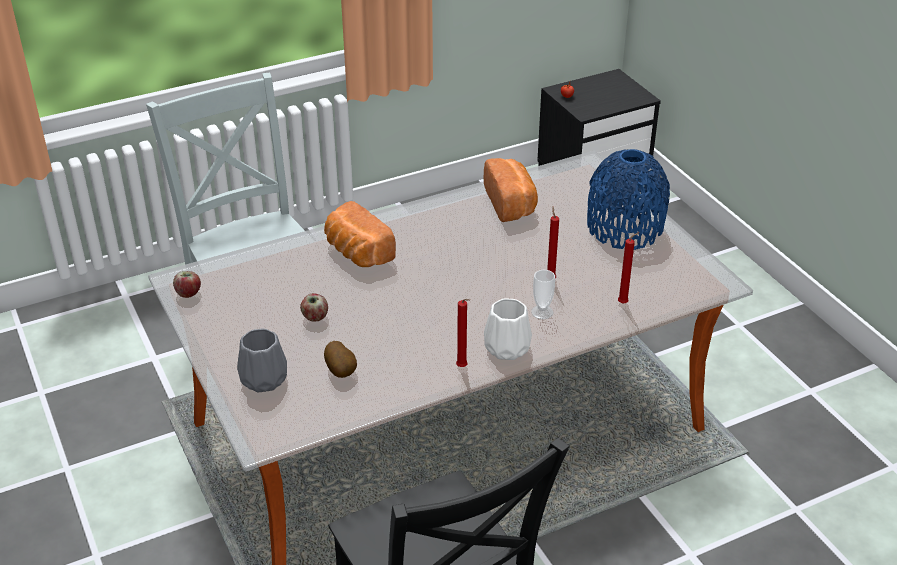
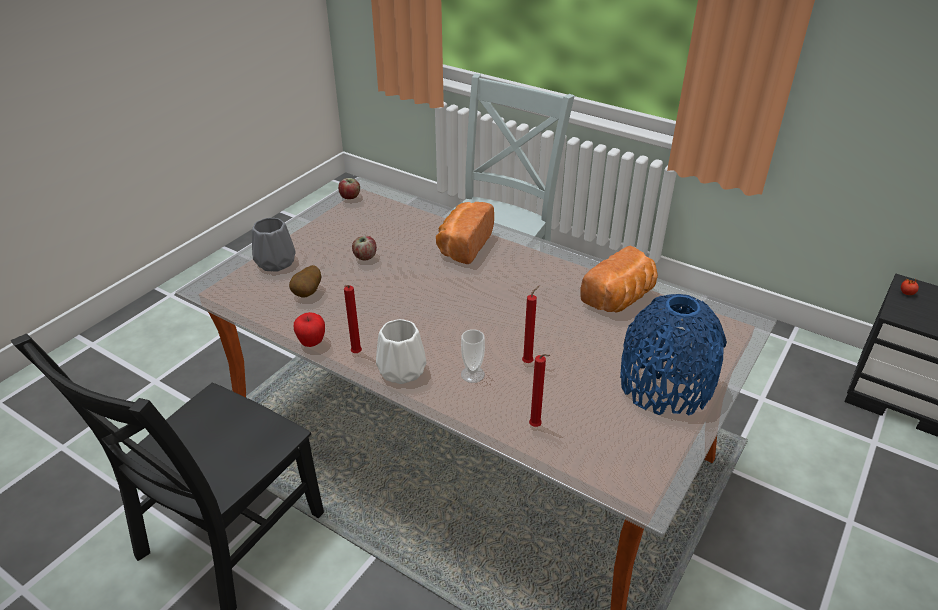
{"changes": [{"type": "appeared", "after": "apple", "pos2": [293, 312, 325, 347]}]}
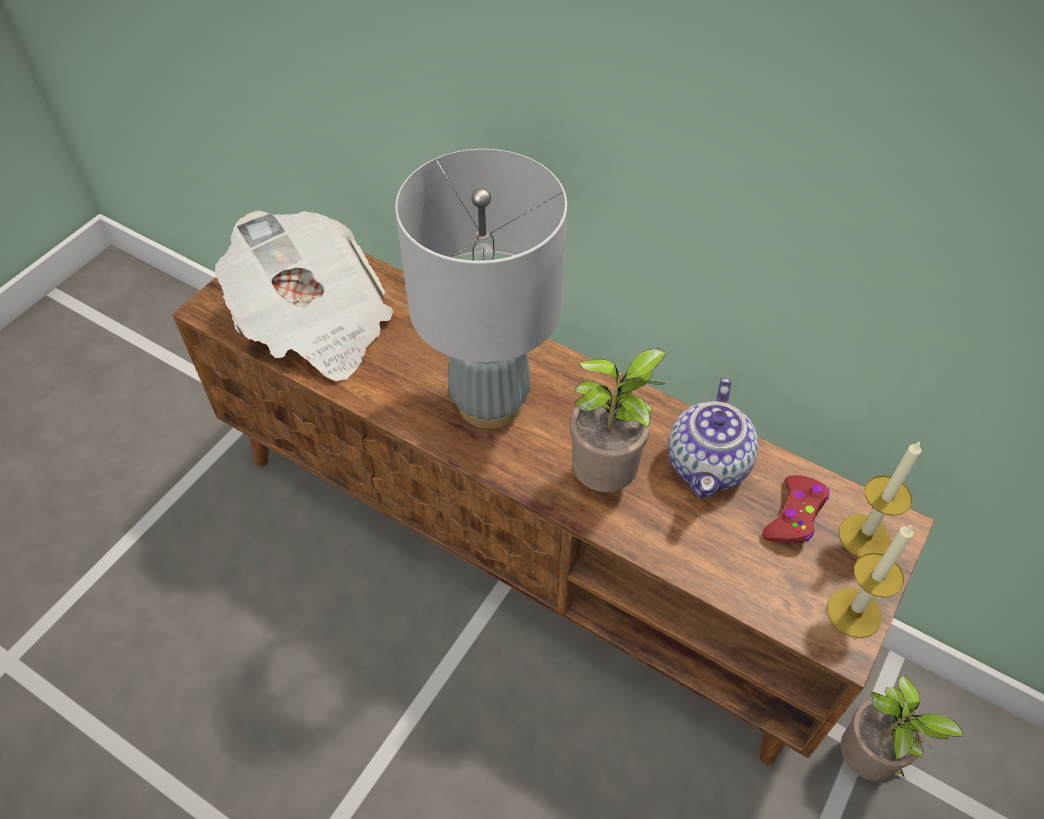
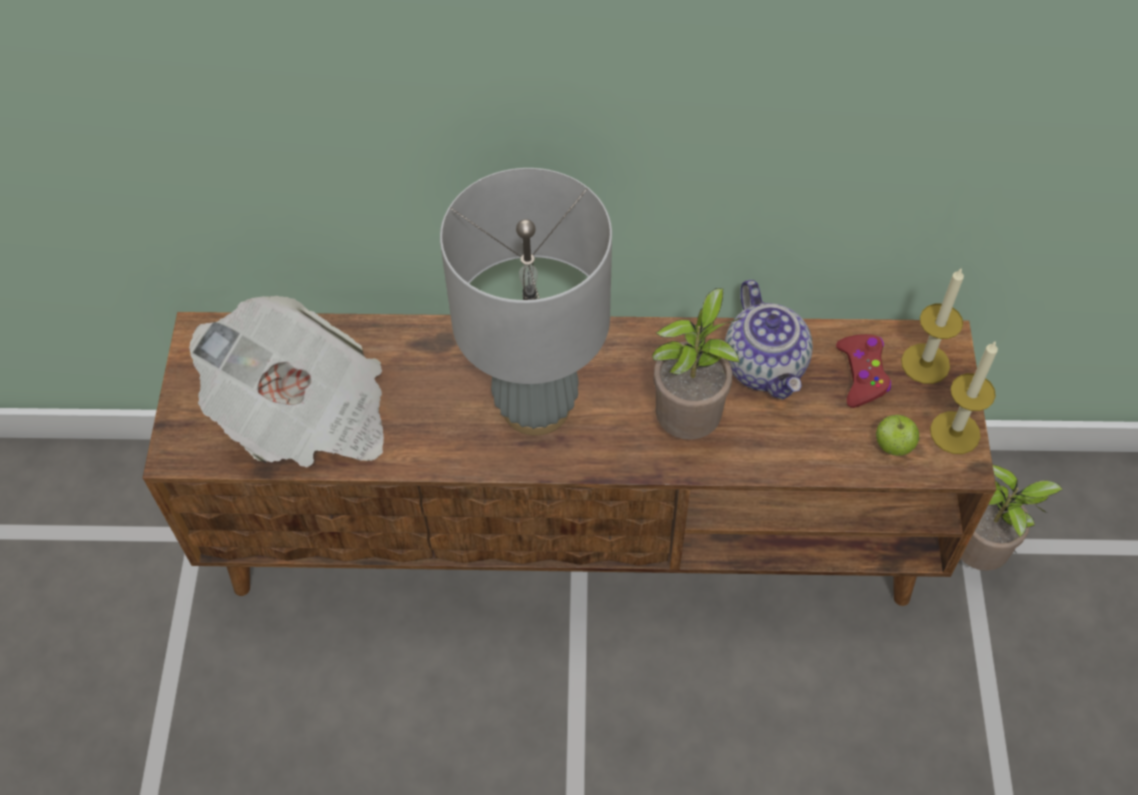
{"changes": [{"type": "appeared", "after": "apple", "pos2": [876, 415, 919, 456]}]}
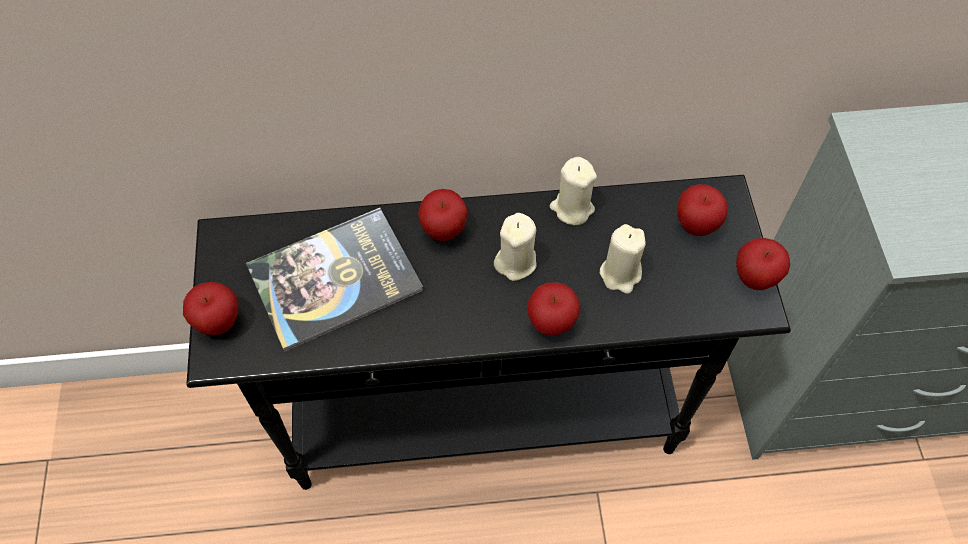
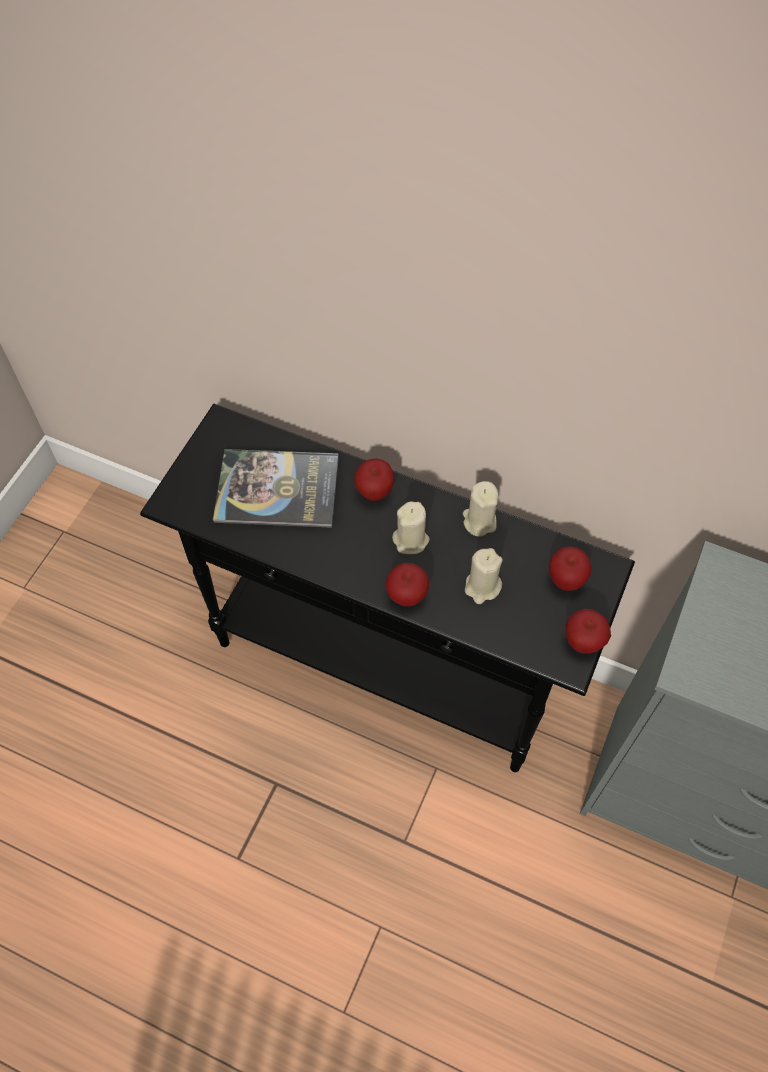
{"changes": [{"type": "missing", "before": "apple", "pos1": [183, 282, 238, 335]}]}
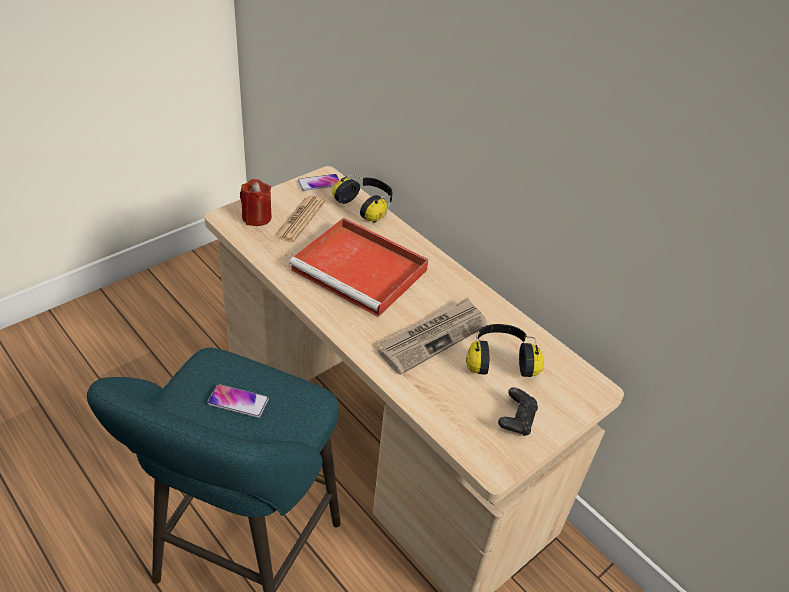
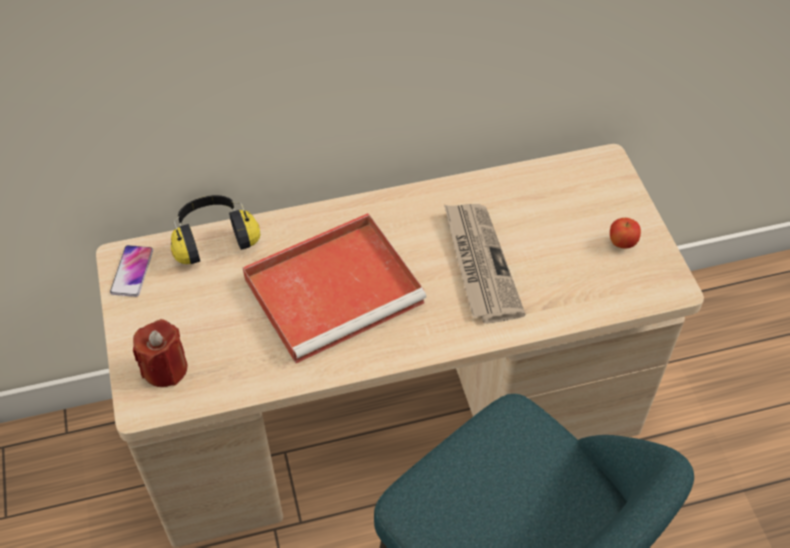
{"changes": [{"type": "missing", "before": "phone", "pos1": [207, 384, 269, 418]}, {"type": "missing", "before": "daily paper", "pos1": [274, 196, 325, 242]}, {"type": "missing", "before": "headphones", "pos1": [466, 324, 544, 377]}, {"type": "exchanged", "before": "black-coloured joypad", "after": "apple", "pos1": [498, 387, 538, 436], "pos2": [610, 218, 641, 249]}]}
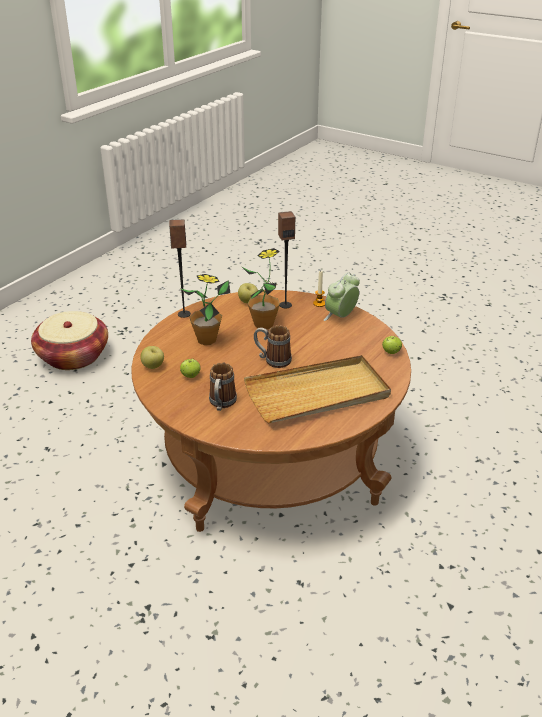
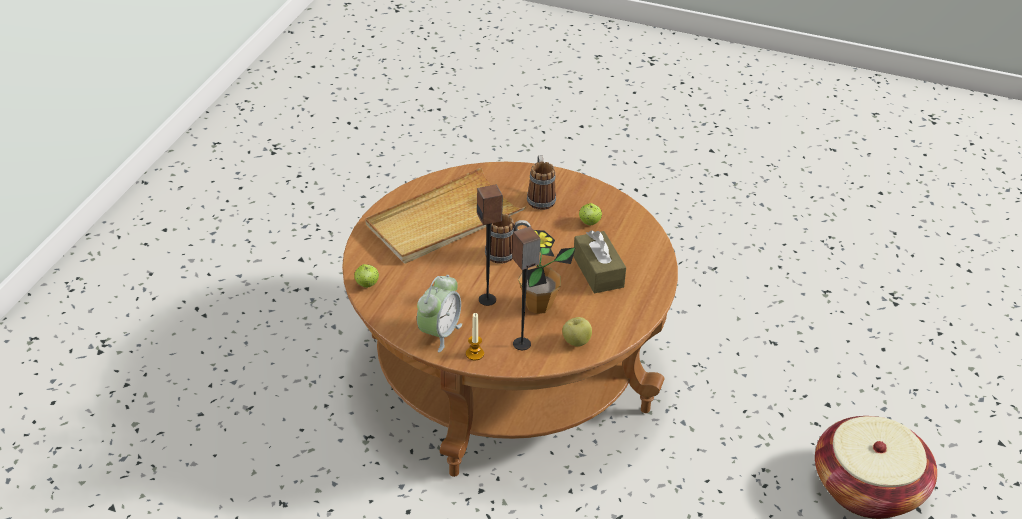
{"changes": [{"type": "missing", "before": "apple", "pos1": [140, 346, 164, 369]}, {"type": "relocated", "before": "speaker", "pos1": [169, 220, 191, 318], "pos2": [477, 184, 503, 306]}, {"type": "exchanged", "before": "potted plant", "after": "brown-coloured tissue box", "pos1": [181, 274, 230, 345], "pos2": [573, 230, 626, 293]}]}
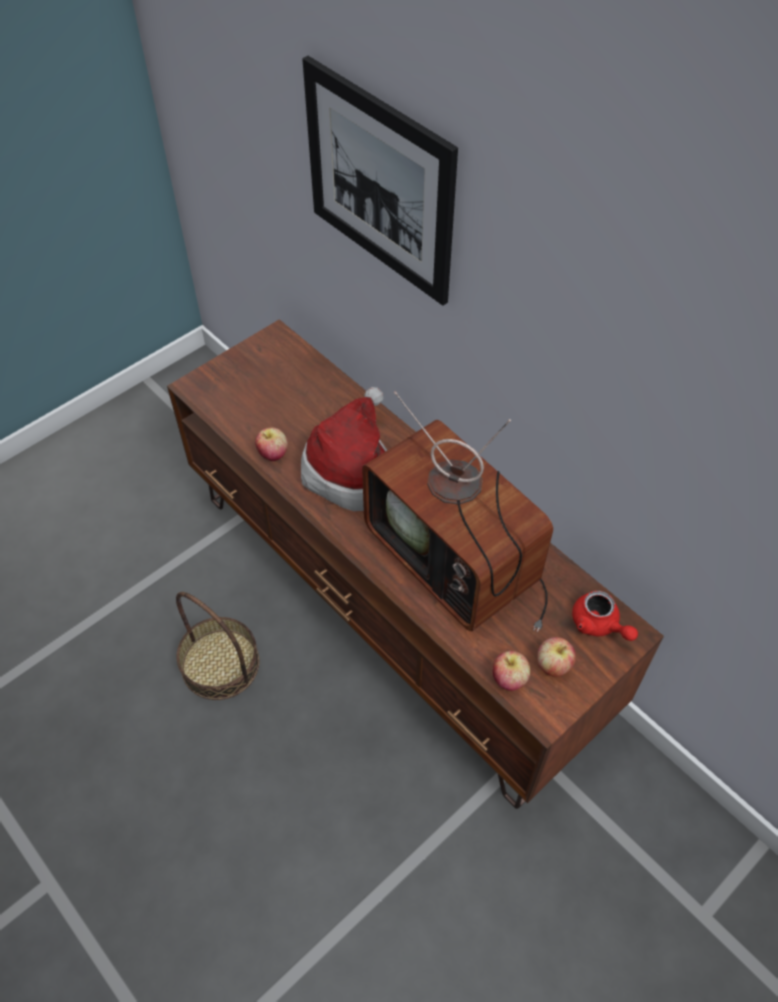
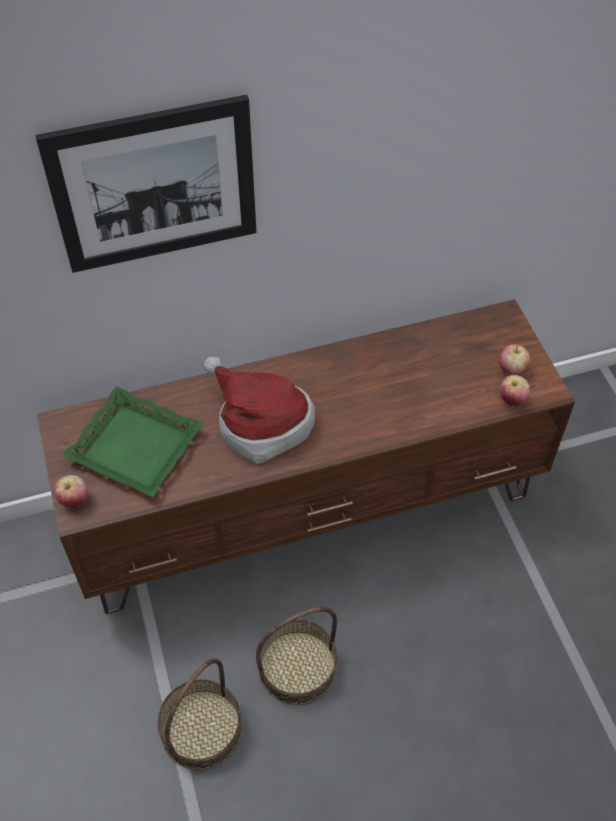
{"changes": [{"type": "relocated", "before": "apple", "pos1": [255, 427, 288, 461], "pos2": [54, 475, 88, 507]}, {"type": "missing", "before": "television", "pos1": [362, 391, 553, 632]}, {"type": "missing", "before": "reddish pot for tea", "pos1": [572, 591, 638, 641]}, {"type": "appeared", "after": "green-coloured carrying tray", "pos2": [62, 386, 204, 497]}, {"type": "appeared", "after": "household basket", "pos2": [158, 658, 242, 770]}]}
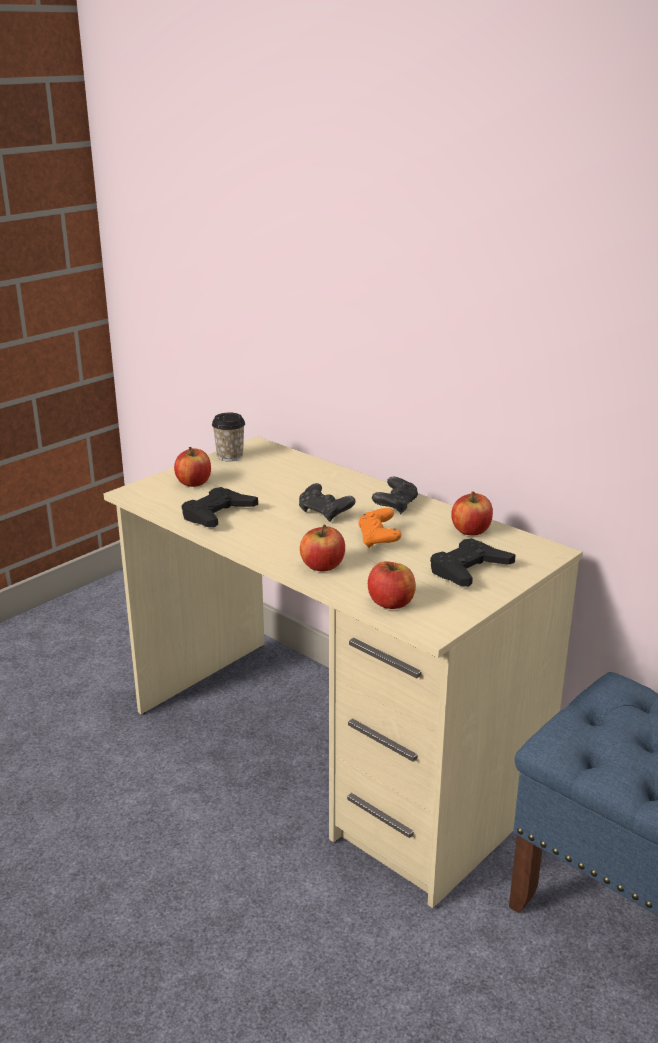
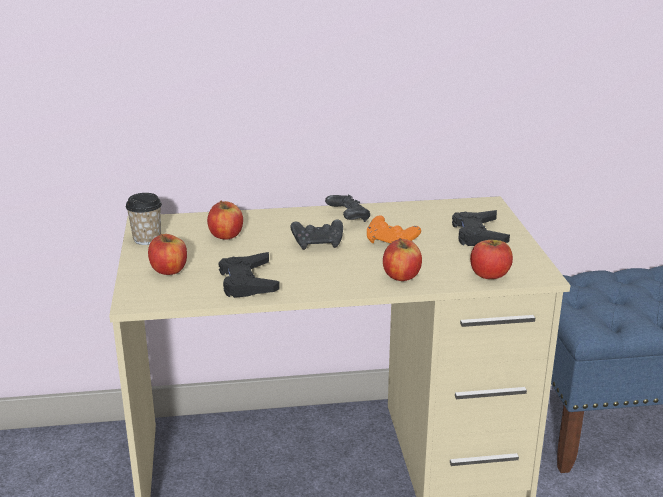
{"changes": [{"type": "relocated", "before": "apple", "pos1": [451, 491, 493, 535], "pos2": [207, 200, 243, 240]}]}
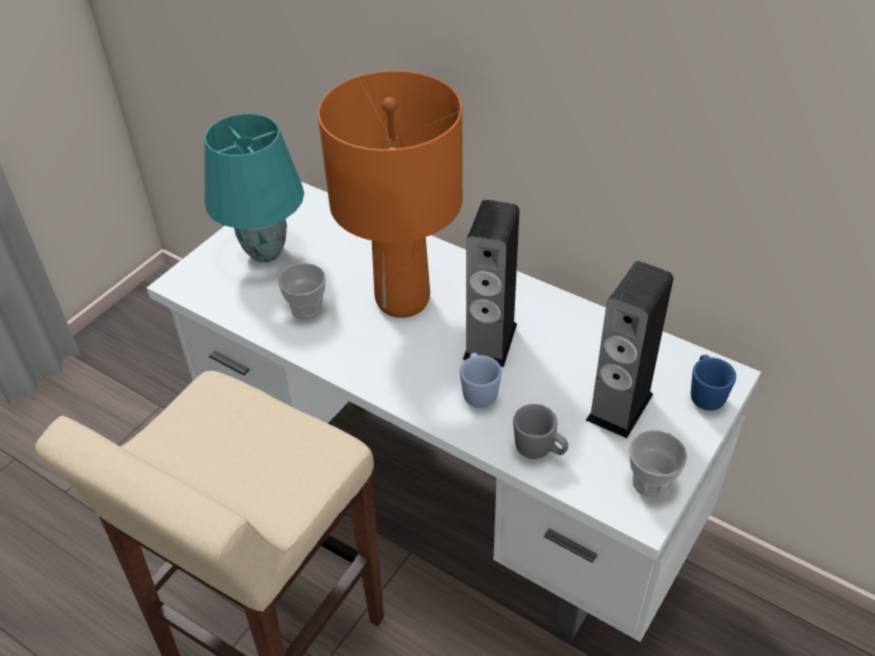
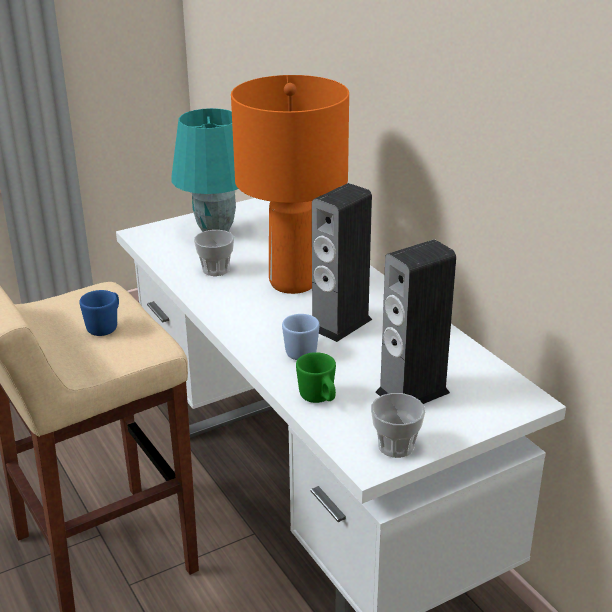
{"changes": [{"type": "colour", "before": "grey mug", "after": "green-coloured mug", "pos1": [513, 404, 568, 459], "pos2": [296, 352, 336, 403]}, {"type": "relocated", "before": "blue mug", "pos1": [691, 355, 736, 411], "pos2": [79, 290, 119, 336]}]}
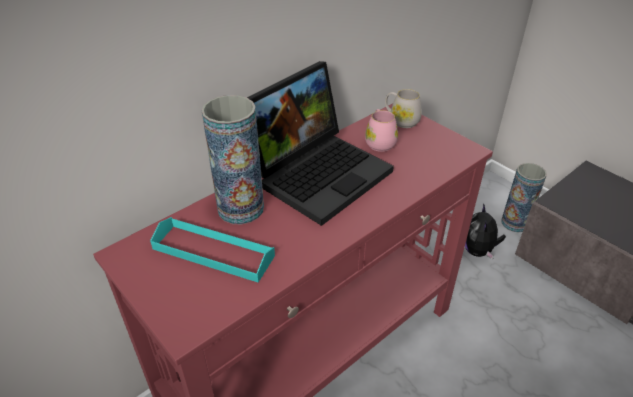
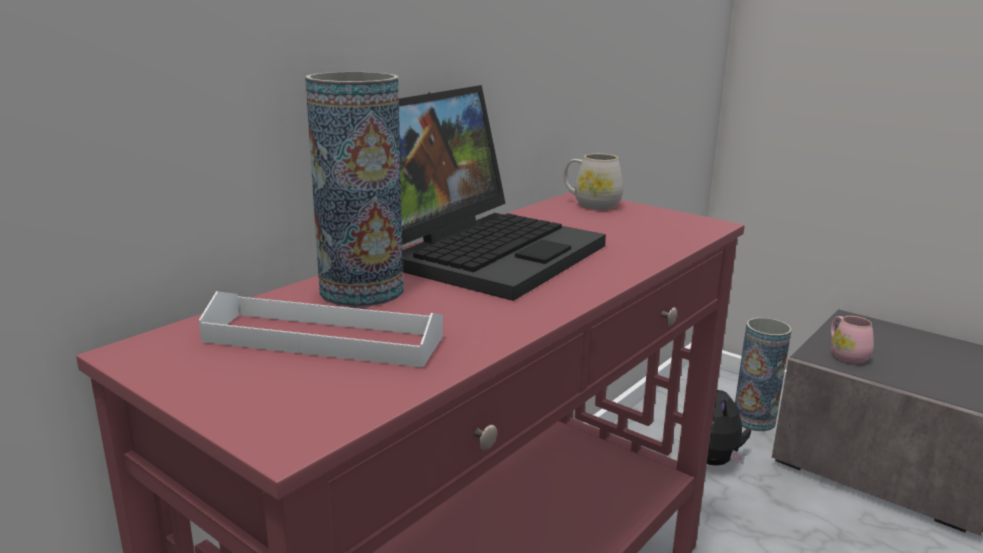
{"changes": [{"type": "colour", "before": "turquoise carrying tray", "after": "white-coloured carrying tray", "pos1": [150, 217, 275, 283], "pos2": [199, 291, 443, 368]}, {"type": "relocated", "before": "pink-coloured mug", "pos1": [365, 109, 398, 152], "pos2": [831, 316, 874, 364]}]}
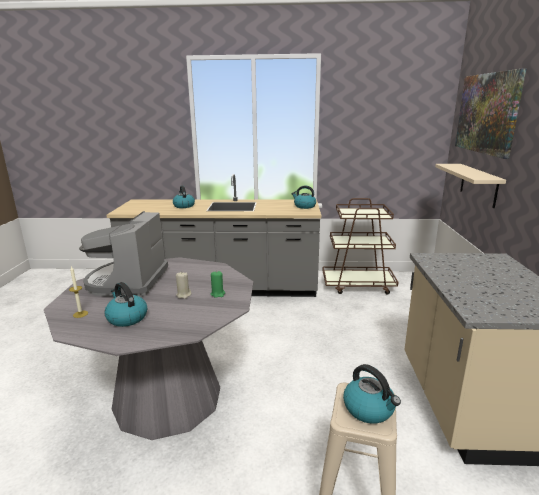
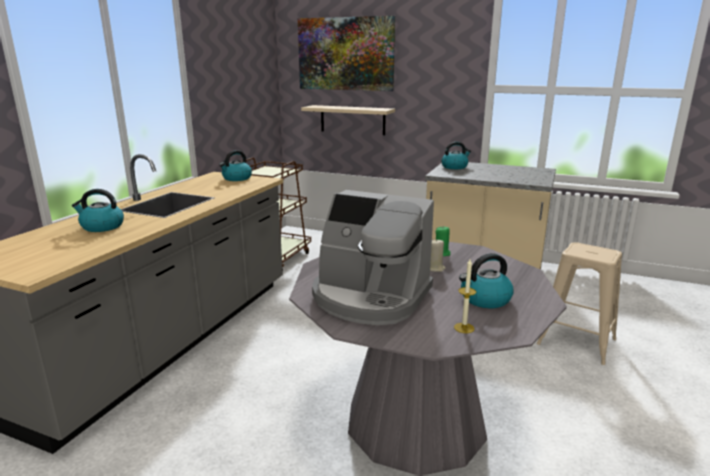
{"changes": [{"type": "relocated", "before": "tea kettle", "pos1": [343, 364, 401, 424], "pos2": [441, 142, 471, 169]}]}
